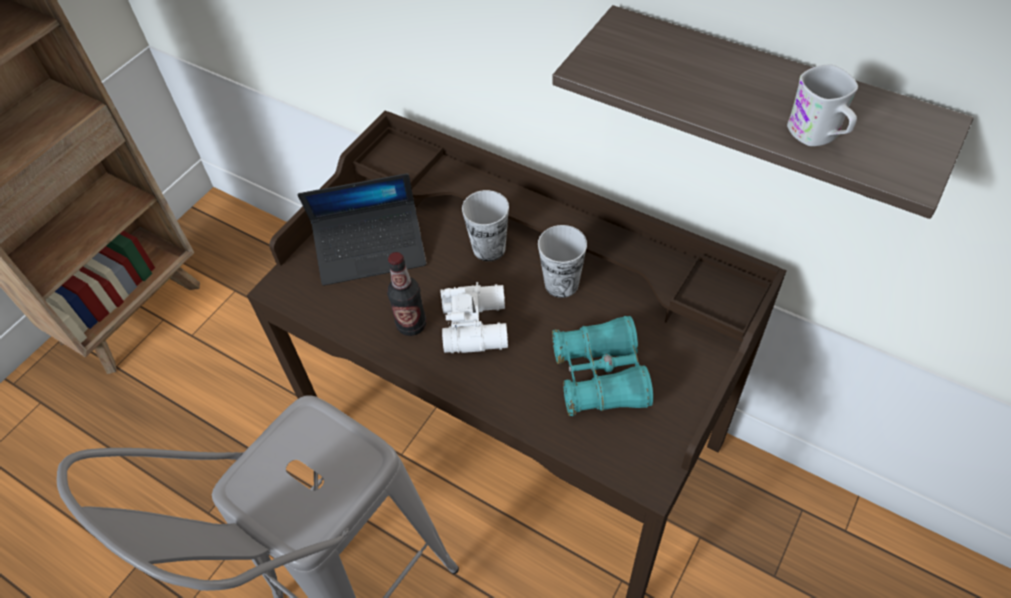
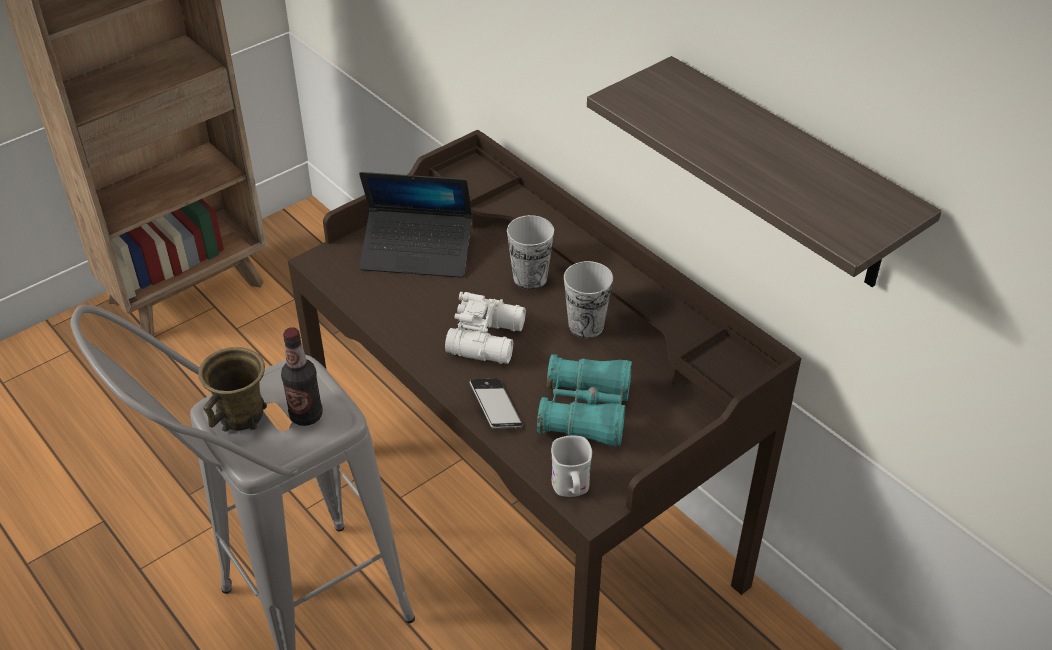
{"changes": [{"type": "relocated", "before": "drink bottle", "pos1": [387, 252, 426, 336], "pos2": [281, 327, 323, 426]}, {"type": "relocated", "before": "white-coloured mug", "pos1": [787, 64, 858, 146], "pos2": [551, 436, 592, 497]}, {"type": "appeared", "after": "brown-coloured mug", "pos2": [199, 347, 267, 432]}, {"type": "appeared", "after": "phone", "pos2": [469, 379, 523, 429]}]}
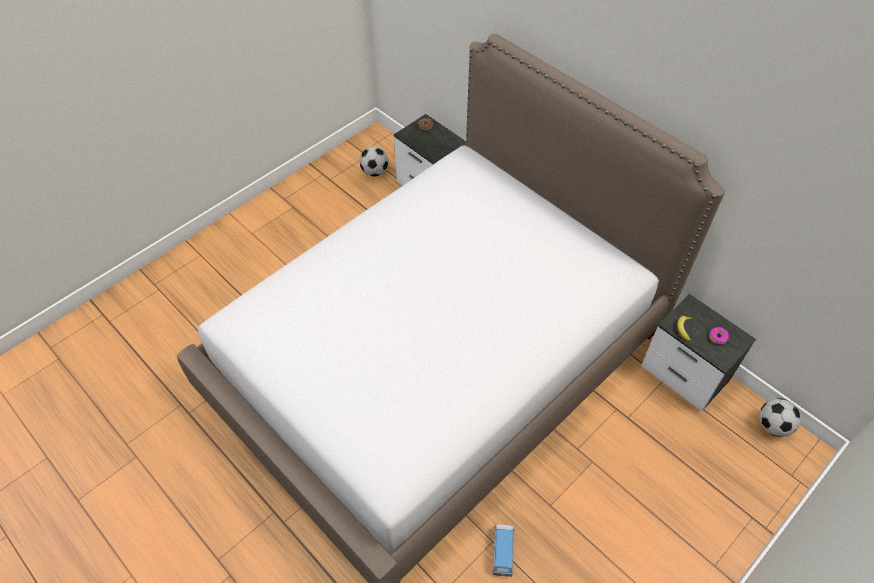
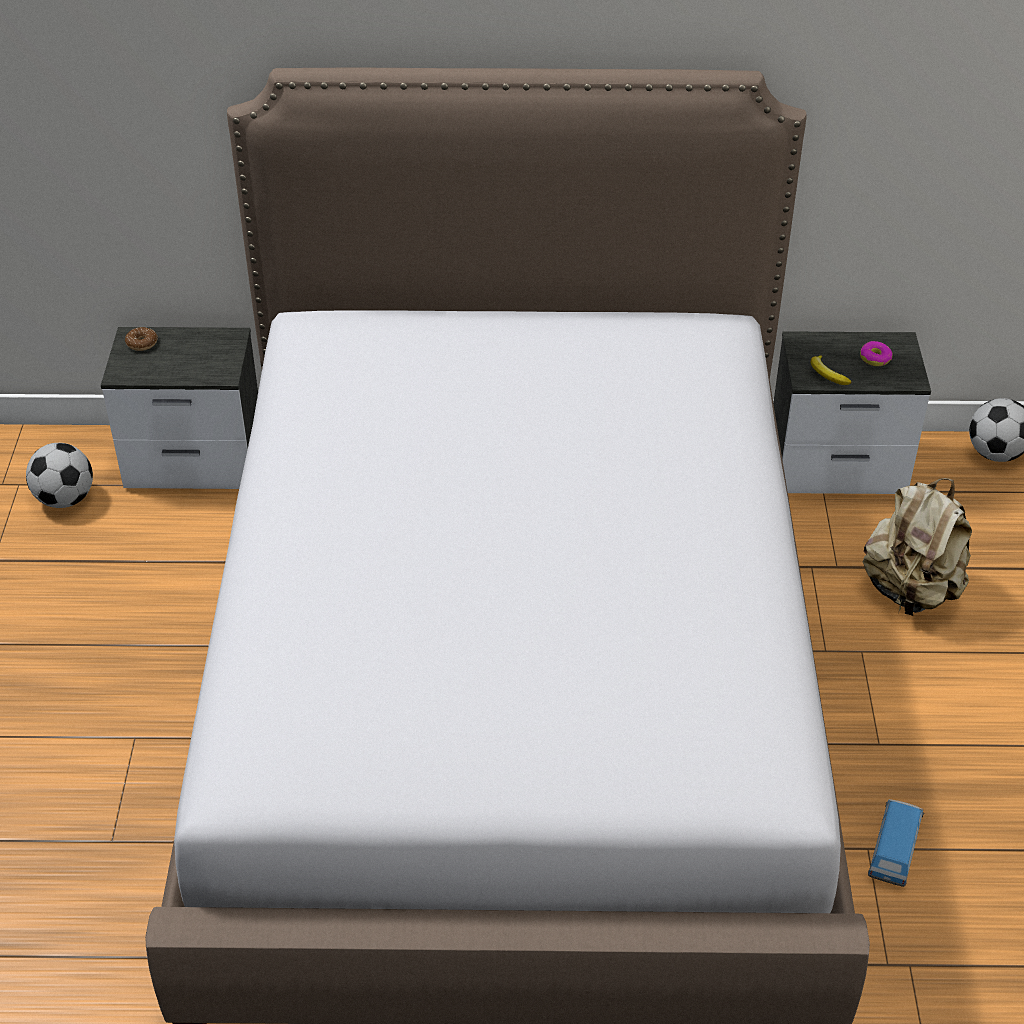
{"changes": [{"type": "spun", "before": "model car", "pos1": [492, 524, 515, 577], "pos2": [868, 799, 924, 887], "turn": 60}, {"type": "appeared", "after": "beige-coloured knapsack", "pos2": [863, 478, 972, 616]}]}
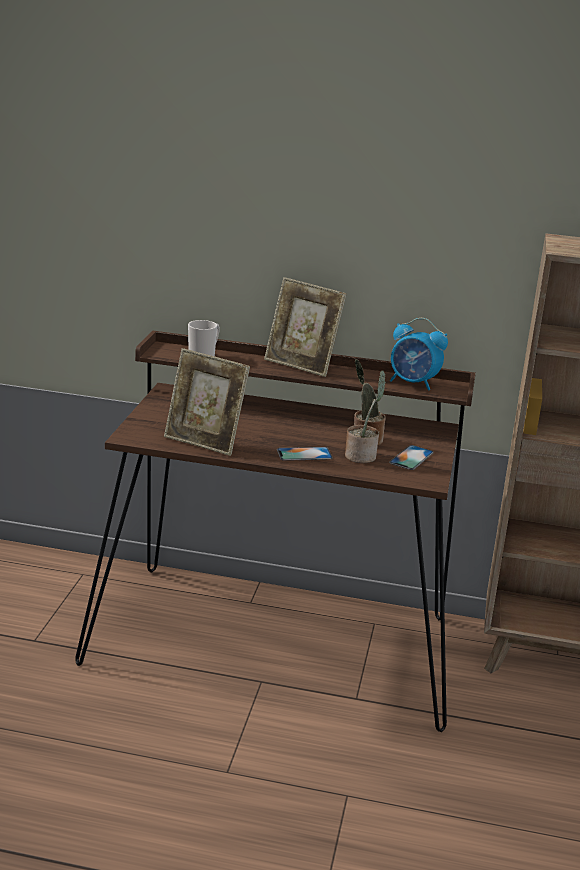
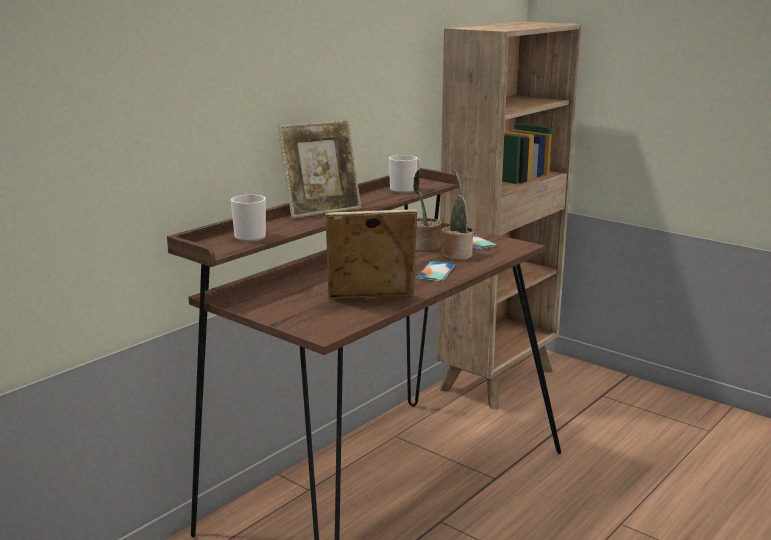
{"changes": [{"type": "spun", "before": "picture frame", "pos1": [164, 348, 250, 456], "pos2": [325, 209, 417, 299], "turn": -150}, {"type": "exchanged", "before": "bedside clock", "after": "mug", "pos1": [390, 318, 448, 390], "pos2": [389, 155, 420, 193]}]}
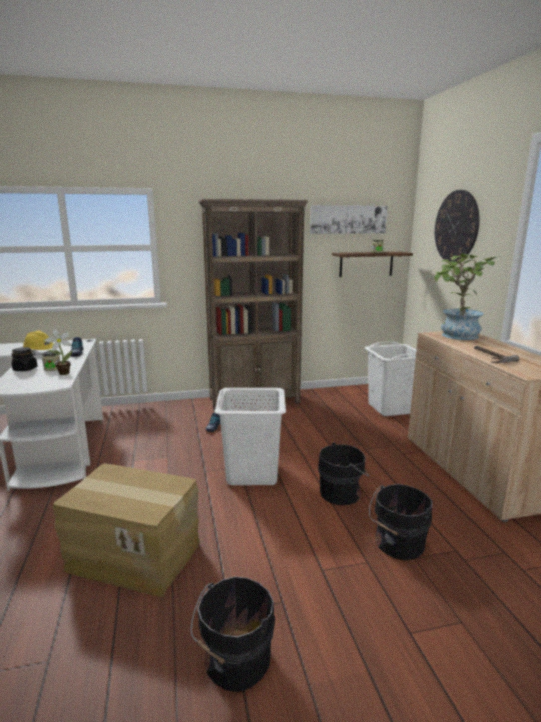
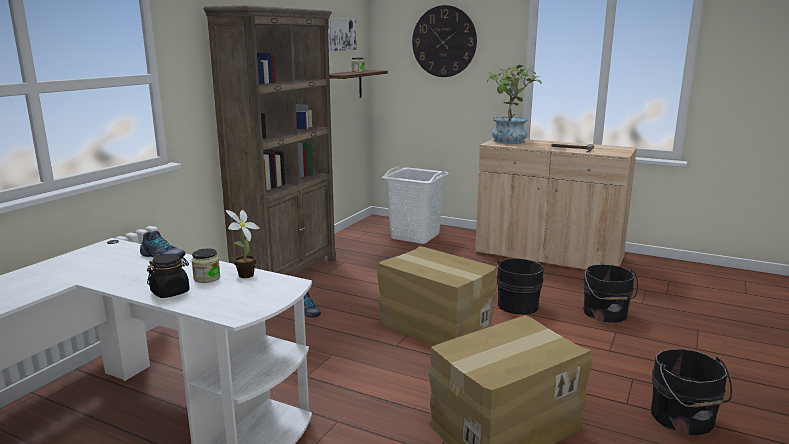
{"changes": [{"type": "missing", "before": "yellow-coloured work helmet", "pos1": [23, 331, 53, 350]}, {"type": "exchanged", "before": "white-coloured laundry basket", "after": "packing box", "pos1": [214, 388, 286, 485], "pos2": [377, 246, 496, 346]}]}
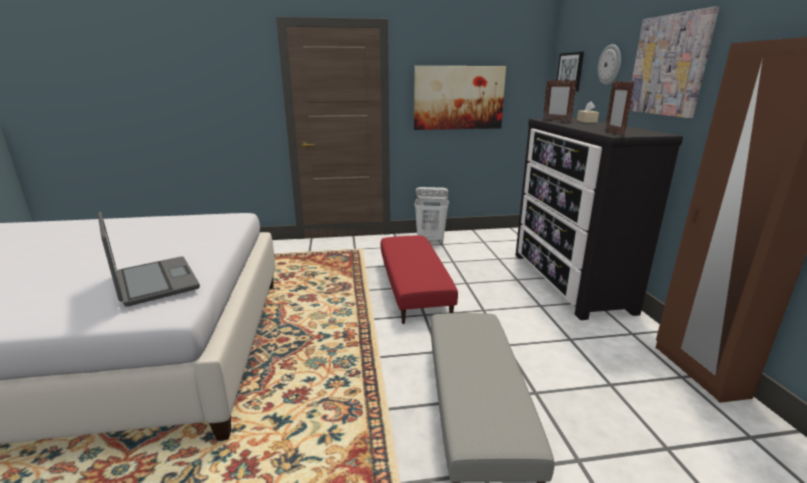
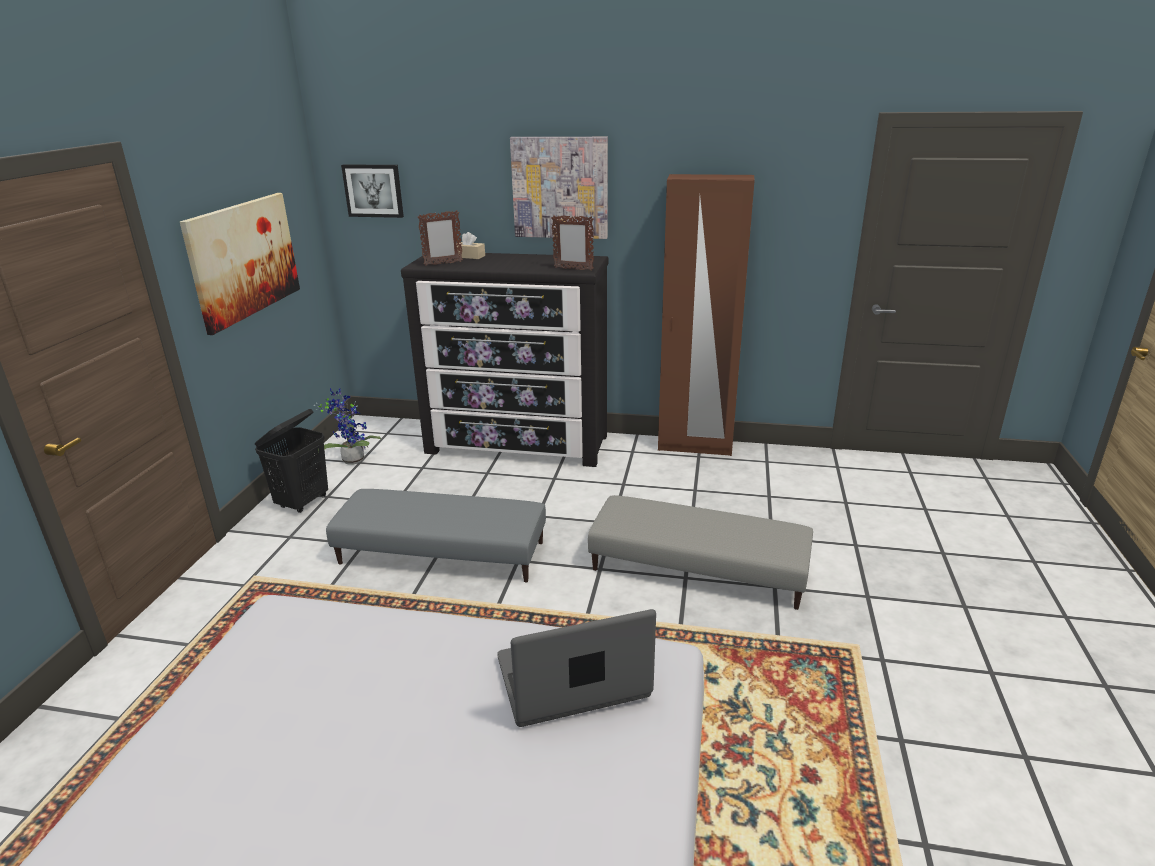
{"changes": [{"type": "colour", "before": "reddish footrest", "after": "grey footrest", "pos1": [381, 236, 458, 324], "pos2": [326, 489, 546, 582]}, {"type": "colour", "before": "white-coloured laundry basket", "after": "black-coloured laundry basket", "pos1": [414, 187, 449, 244], "pos2": [255, 409, 328, 513]}, {"type": "missing", "before": "hanging clock", "pos1": [598, 44, 621, 85]}, {"type": "appeared", "after": "potted plant", "pos2": [313, 388, 382, 464]}]}
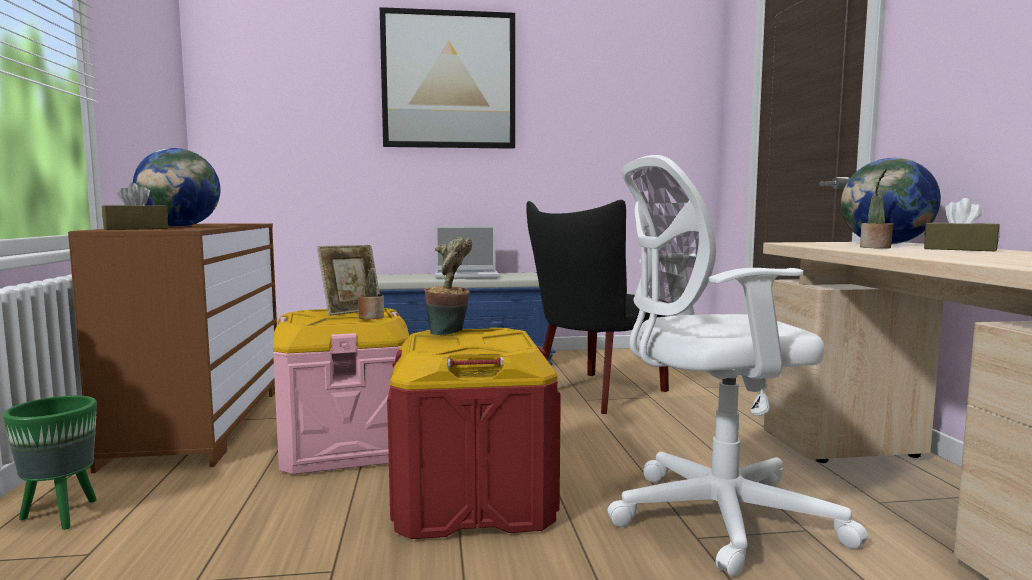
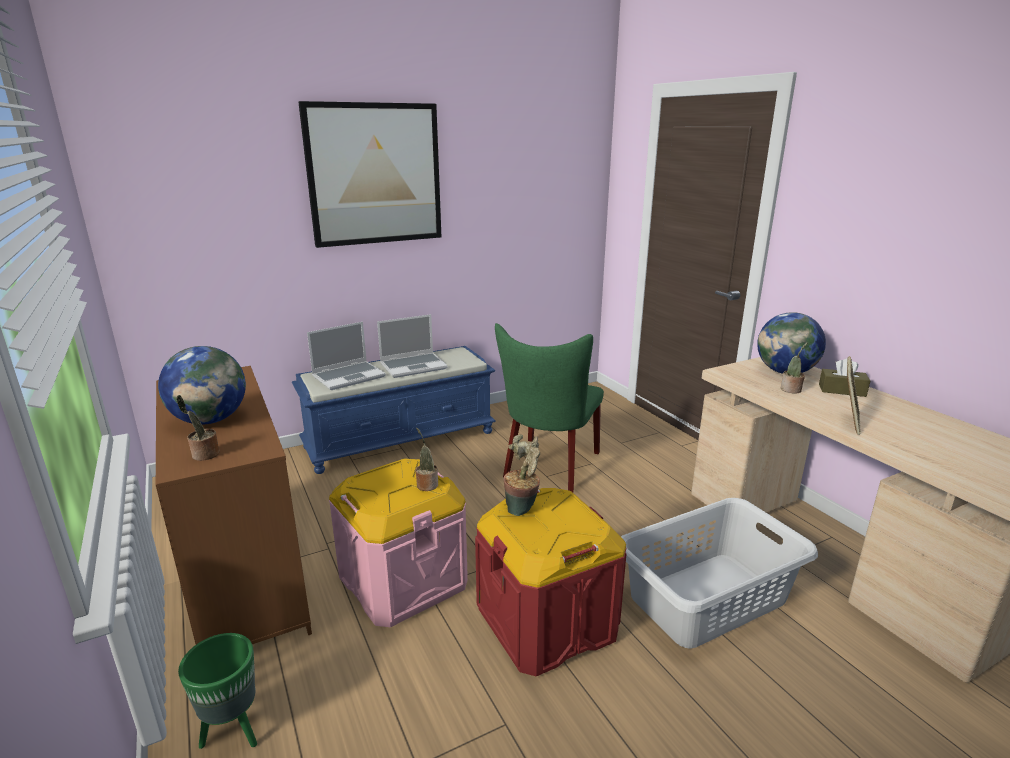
{"changes": [{"type": "exchanged", "before": "brown-coloured tissue box", "after": "potted plant", "pos1": [102, 183, 168, 230], "pos2": [176, 395, 220, 461]}, {"type": "relocated", "before": "picture frame", "pos1": [317, 245, 380, 316], "pos2": [847, 356, 861, 435]}, {"type": "colour", "before": "black-coloured chair", "after": "green-coloured chair", "pos1": [526, 200, 669, 414], "pos2": [495, 323, 604, 492]}, {"type": "exchanged", "before": "white-coloured computer chair", "after": "grey laundry basket", "pos1": [607, 155, 868, 577], "pos2": [621, 498, 818, 649]}, {"type": "appeared", "after": "notebook computer", "pos2": [307, 322, 386, 390]}]}
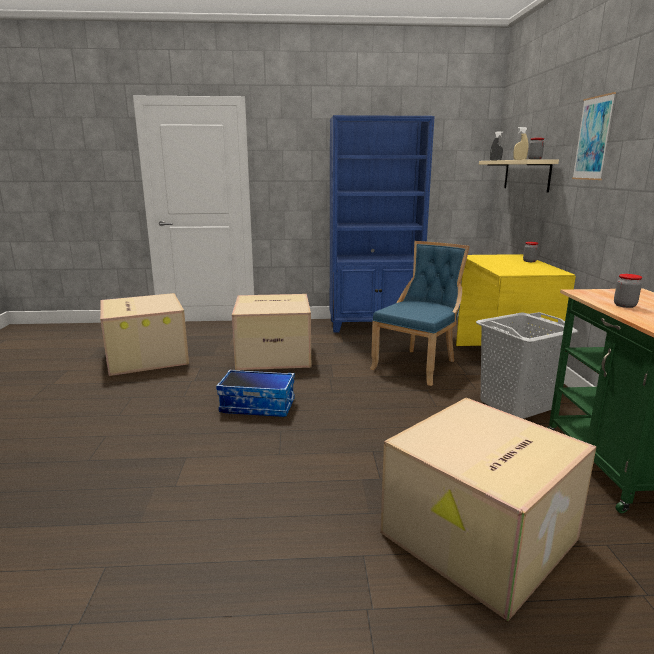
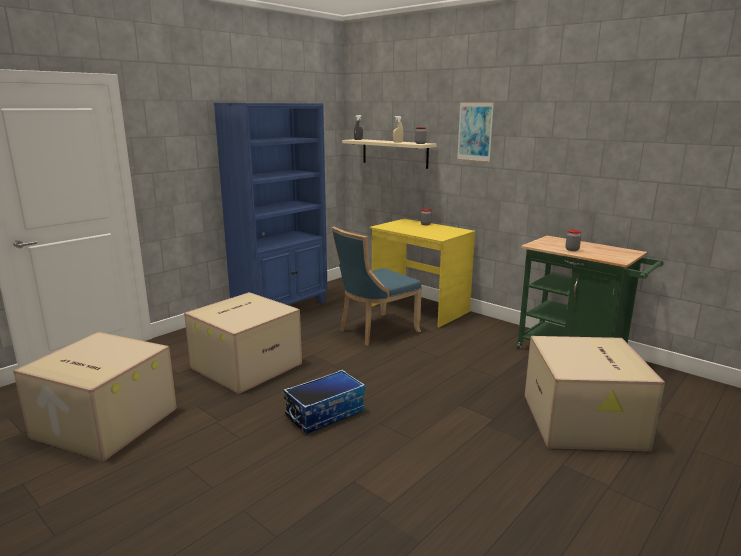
{"changes": [{"type": "spun", "before": "blue chair", "pos1": [370, 241, 470, 386], "pos2": [331, 227, 422, 345], "turn": -120}, {"type": "missing", "before": "grey laundry basket", "pos1": [476, 312, 578, 419]}]}
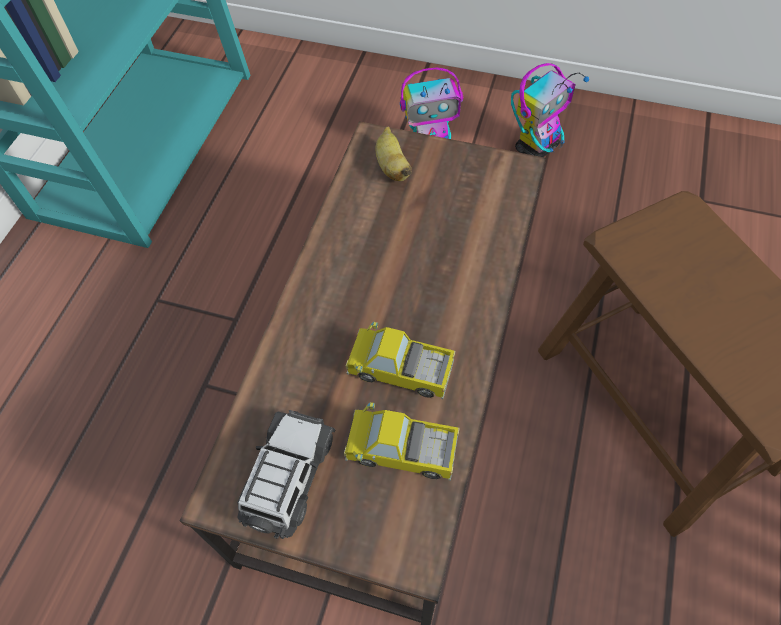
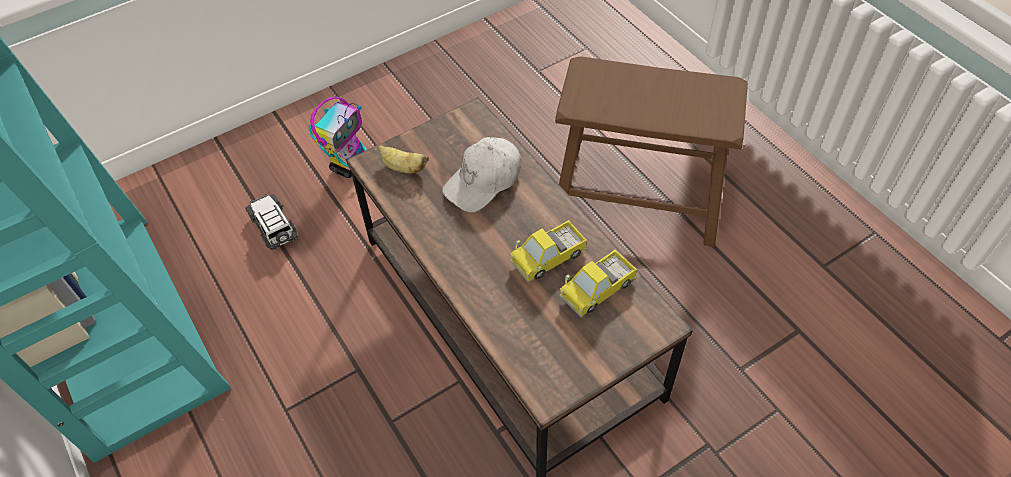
{"changes": [{"type": "relocated", "before": "model car", "pos1": [237, 410, 335, 539], "pos2": [245, 194, 298, 250]}, {"type": "missing", "before": "robot figure", "pos1": [511, 63, 589, 157]}, {"type": "appeared", "after": "white-coloured baseball cap", "pos2": [442, 137, 521, 213]}]}
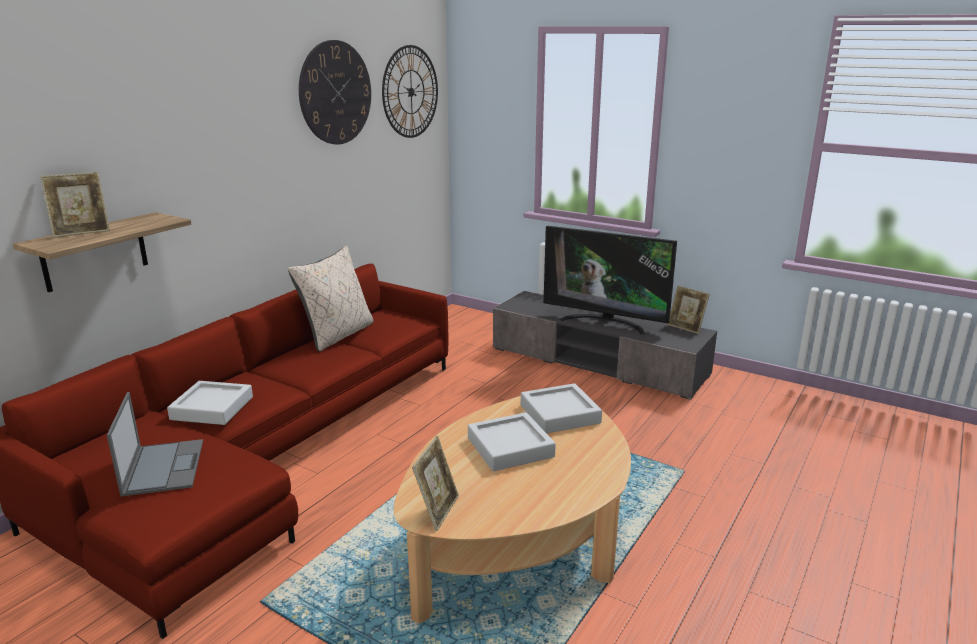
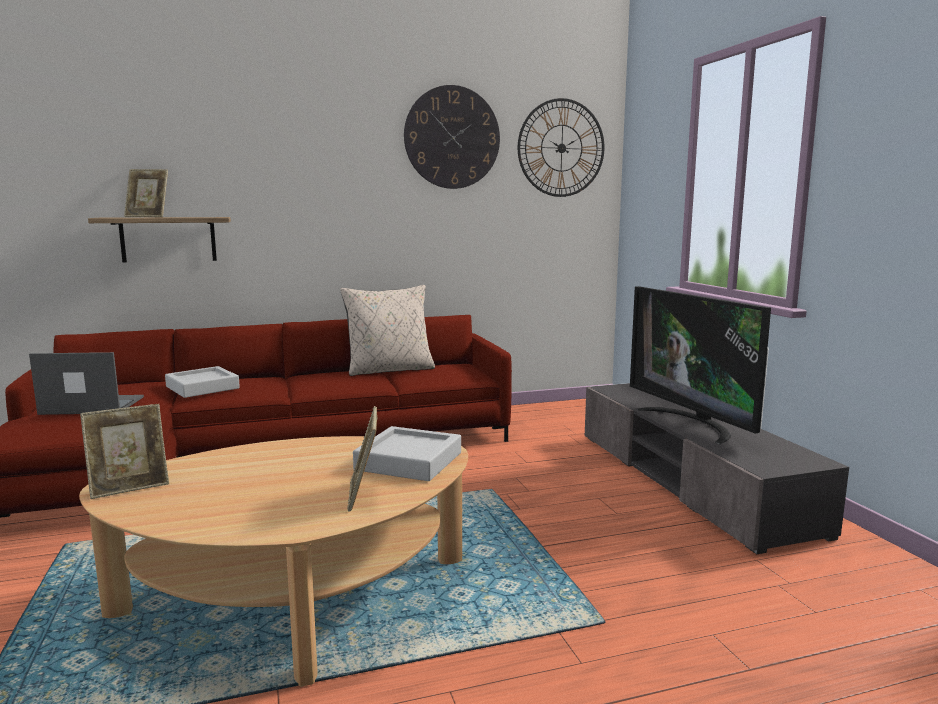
{"changes": [{"type": "spun", "before": "notebook computer", "pos1": [107, 392, 203, 496], "pos2": [29, 352, 144, 415], "turn": -120}, {"type": "missing", "before": "grey carrying tray", "pos1": [468, 412, 556, 471]}, {"type": "relocated", "before": "picture frame", "pos1": [667, 285, 710, 334], "pos2": [347, 406, 377, 512]}]}
